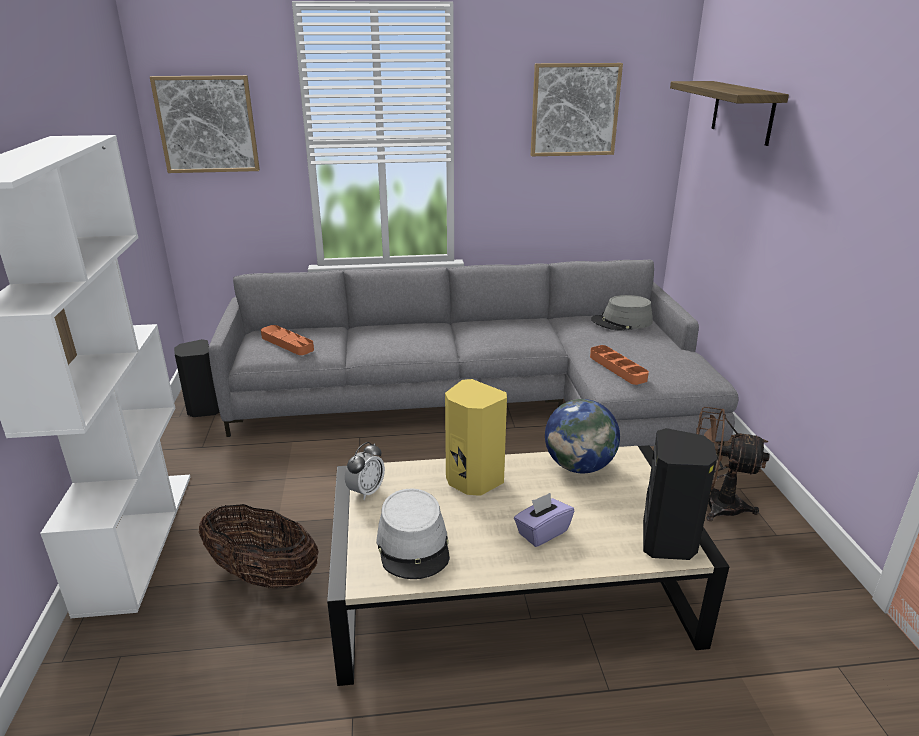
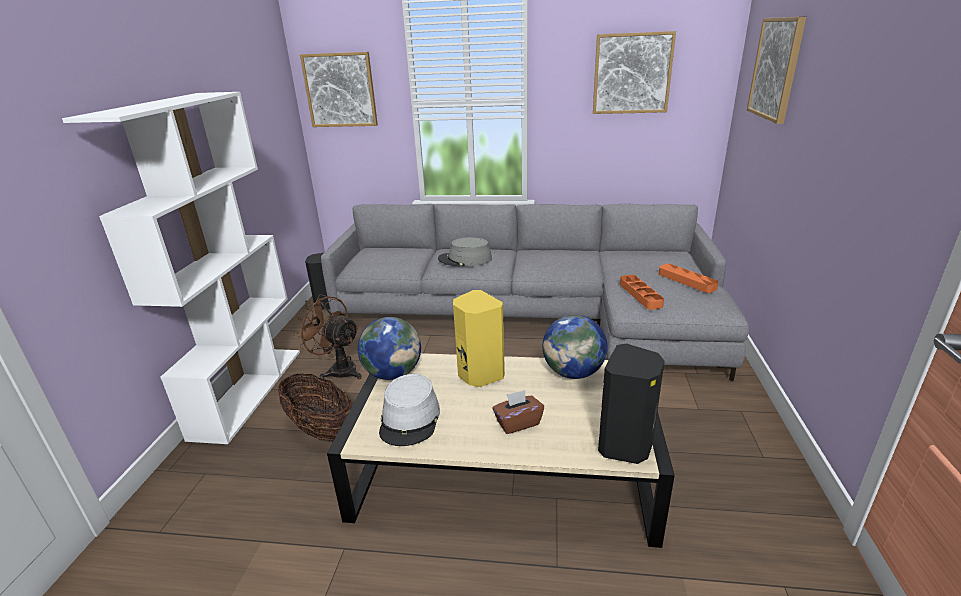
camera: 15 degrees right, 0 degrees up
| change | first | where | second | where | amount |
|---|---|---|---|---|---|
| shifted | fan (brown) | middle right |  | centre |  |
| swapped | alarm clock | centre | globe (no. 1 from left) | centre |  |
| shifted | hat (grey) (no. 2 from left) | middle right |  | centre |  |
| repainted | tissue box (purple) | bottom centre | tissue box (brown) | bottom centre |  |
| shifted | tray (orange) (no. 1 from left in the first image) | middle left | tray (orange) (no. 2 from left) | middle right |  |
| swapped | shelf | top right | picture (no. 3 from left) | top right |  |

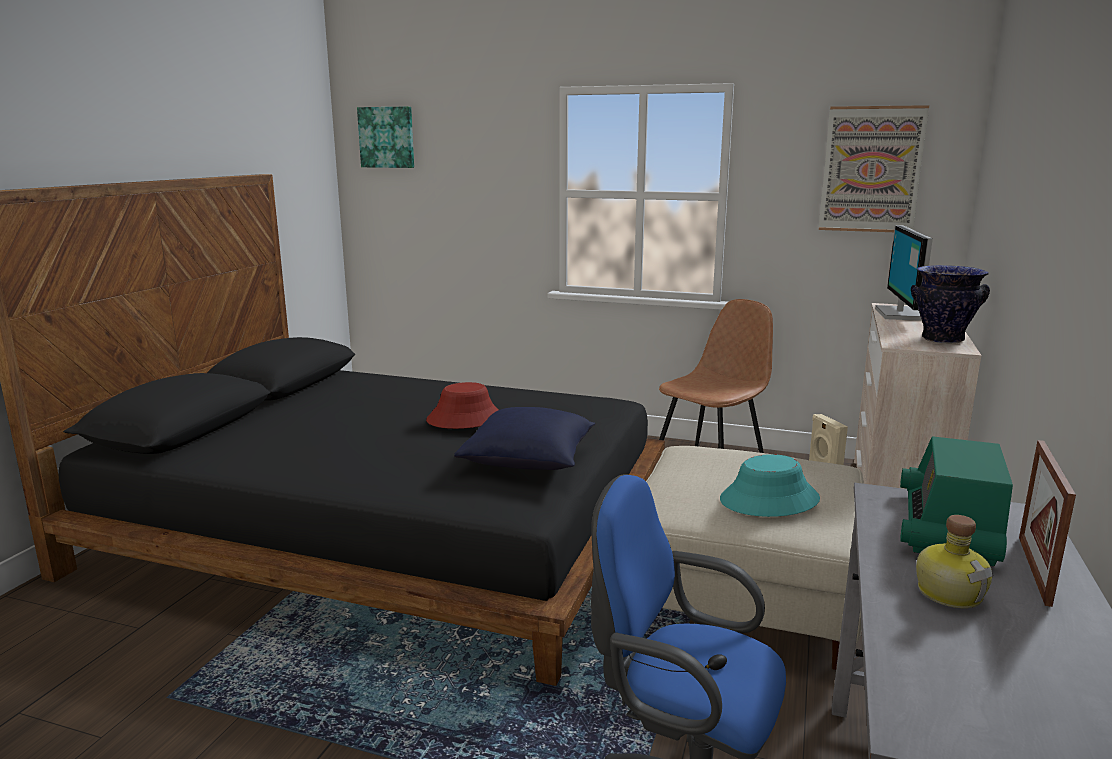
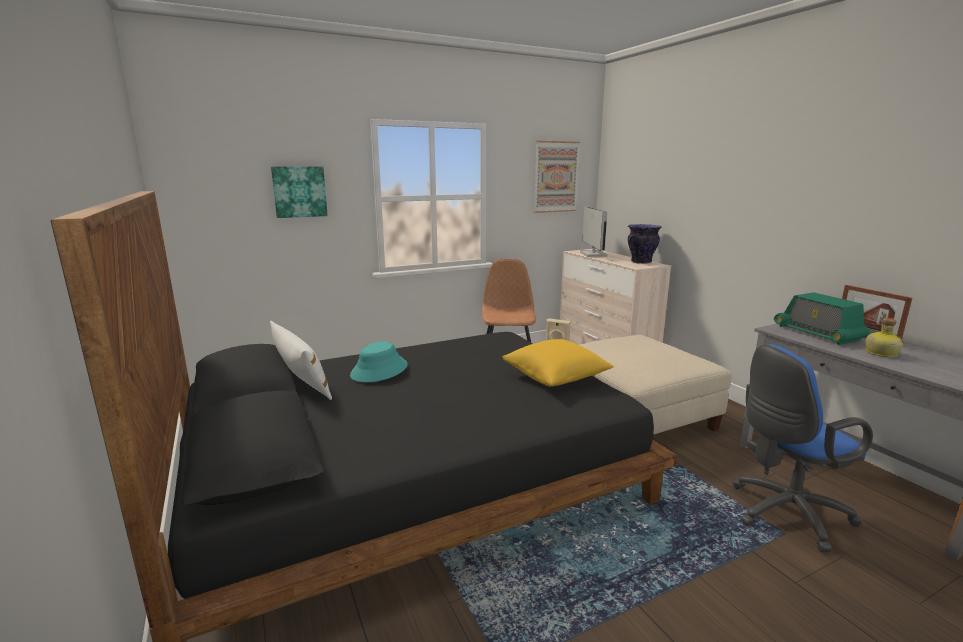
camera: 45 degrees left, 0 degrees up
| change | first | where | second | where | amount |
|---|---|---|---|---|---|
| new |  |  | pillow (white) | middle left |  |
| shifted | picture (no. 1 from left) | top centre |  | top left |  |
| shifted | hat (turquoise) | middle right |  | centre |  |
| repainted | pillow (blue) | centre | pillow (yellow) | centre |  |
| rotated | monitor | middle right |  | centre | 150 degrees counterclockwise |
| gone | hat (red) | centre |  |  |  |

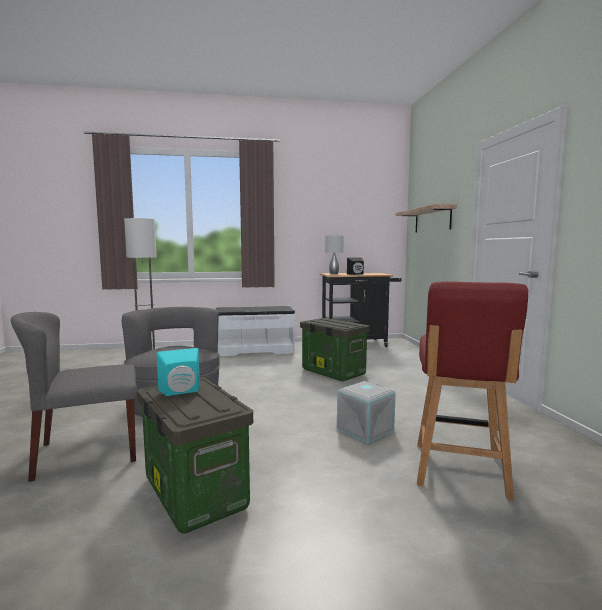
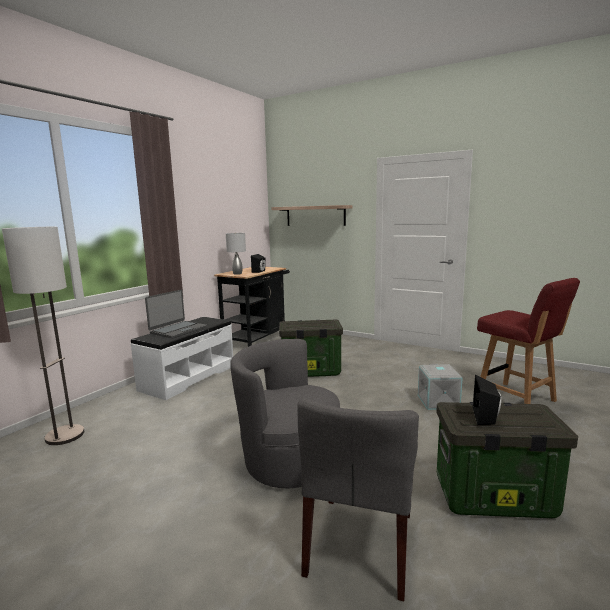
camera: 50 degrees left, 5 degrees up
| change | first | where | second | where | amount |
|---|---|---|---|---|---|
| new |  |  | laptop | middle left |  |
| repainted | speaker (turquoise) | middle left | speaker (black) (no. 2 from left) | middle right |  |

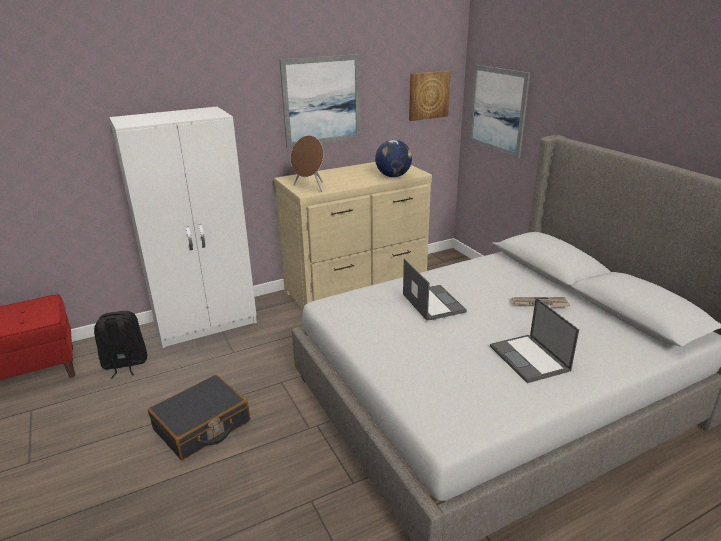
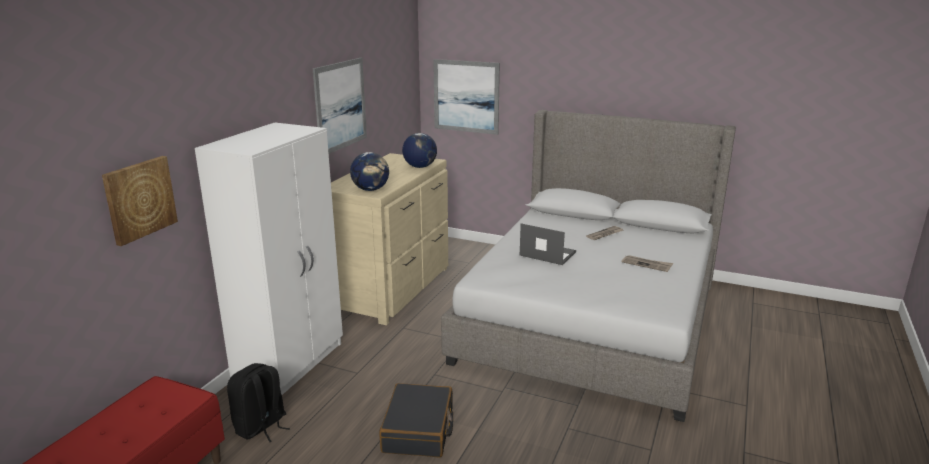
camera: 40 degrees left, 5 degrees down
| change | first | where | second | where | amount |
|---|---|---|---|---|---|
| shifted | picture (no. 2 from left in the first image) | top centre | picture (no. 1 from left) | middle left |  |
| swapped | speaker (brown) | top centre | globe (no. 1 from left) | centre |  |
| swapped | laptop (no. 2 from left) | middle right | newspaper (no. 2 from left) | middle right |  |

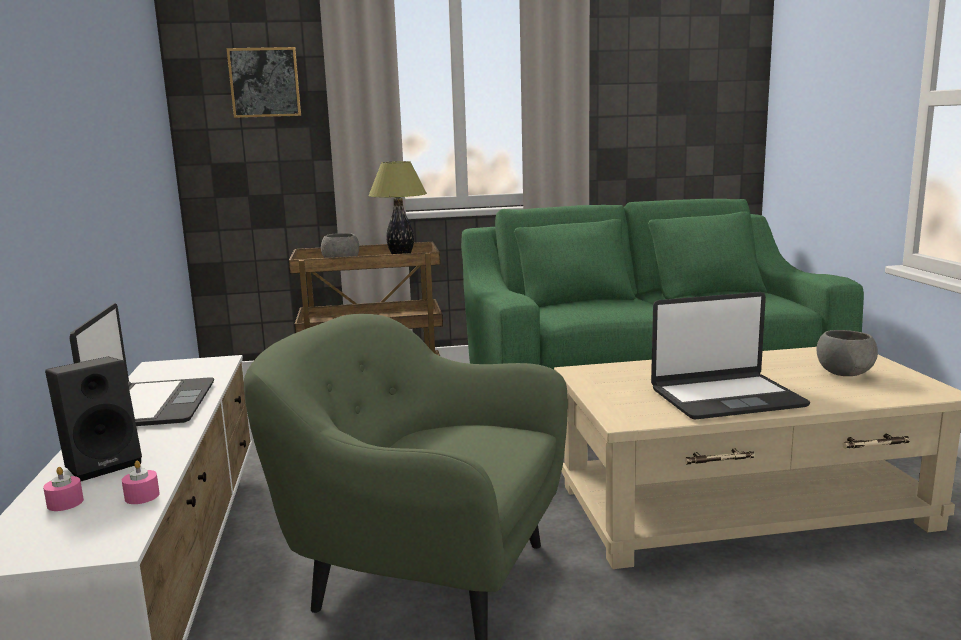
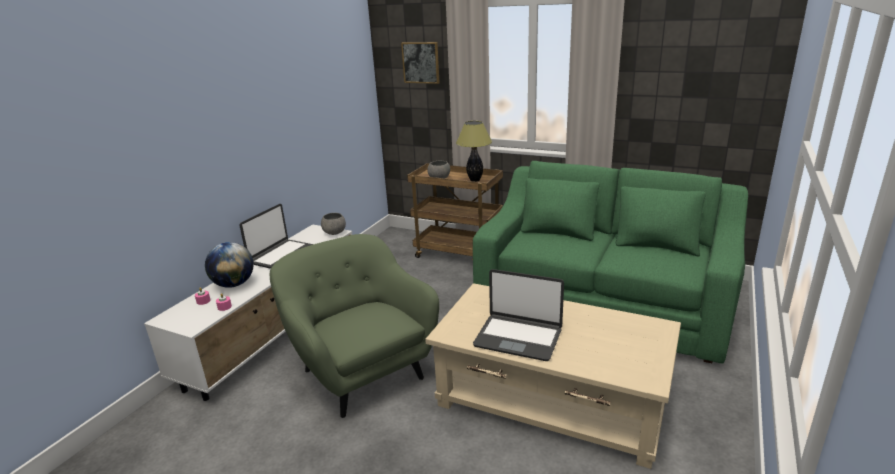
camera: 35 degrees right, 10 degrees up
| change | first | where | second | where | amount |
|---|---|---|---|---|---|
| swapped | speaker (black) | middle left | globe | middle left |  |
| shifted | bowl (grey) (no. 2 from left in the first image) | middle right | bowl (grey) (no. 1 from left) | centre |  |

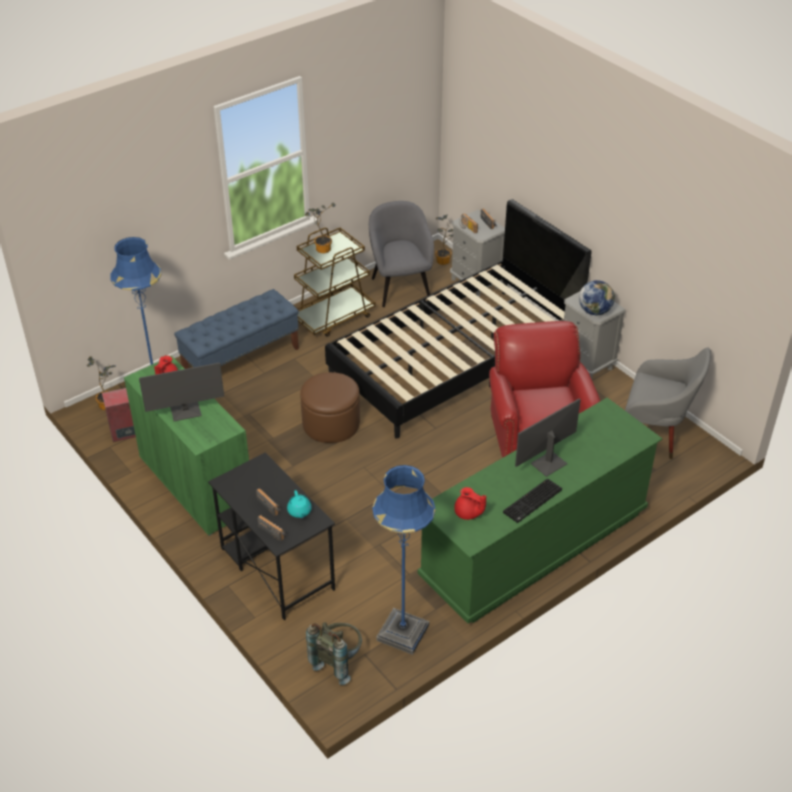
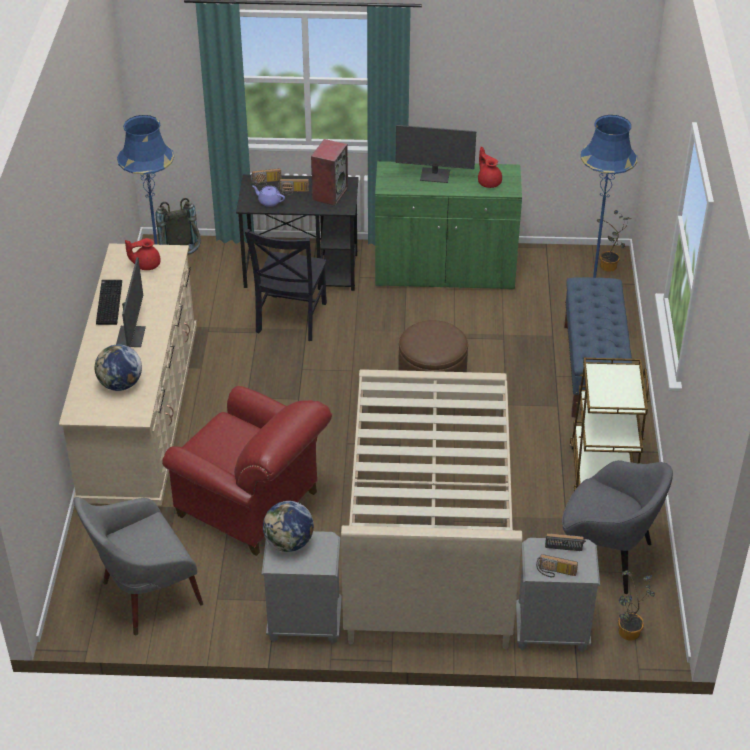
camera: 130 degrees right, 0 degrees up
| change | first | where | second | where | amount |
|---|---|---|---|---|---|
| repainted | dresser (green) | middle right | dresser (beige) | middle left |  |
| new |  |  | globe (no. 1 from left) | middle left |  |
| new |  |  | chair (black) | centre |  |
| repainted | teapot (turquoise) | centre | teapot (purple) | top centre |  |
| shifted | speaker | middle left |  | top centre |  |
| repainted | bed (black) | centre | bed (beige) | bottom centre |  |
| rotated | monitor (no. 1 from left in the first image) | middle left | monitor (no. 2 from left) | top centre | 105 degrees counterclockwise |
| gone | potted plant (no. 2 from left) | top centre |  |  |  |

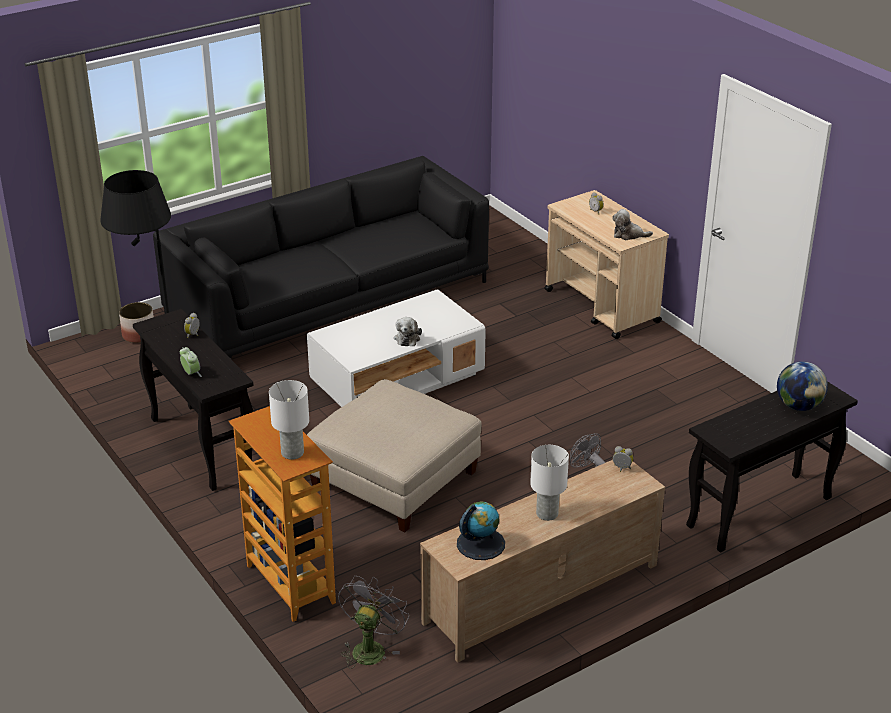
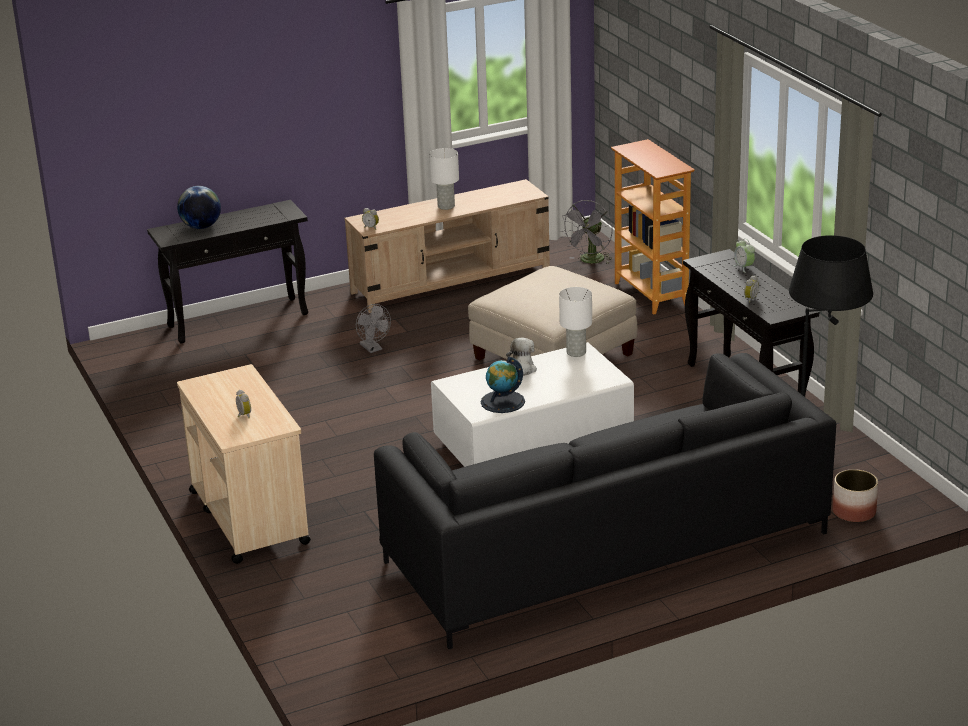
camera: 170 degrees left, 5 degrees down
| change | first | where | second | where | amount |
|---|---|---|---|---|---|
| shifted | globe (no. 1 from left in the first image) | bottom centre | globe (no. 2 from left) | centre |  |
| shifted | table lamp (white) (no. 1 from left in the first image) | middle left | table lamp (white) (no. 2 from left) | centre |  |
| gone | plush toy (no. 2 from left) | top right |  |  |  |

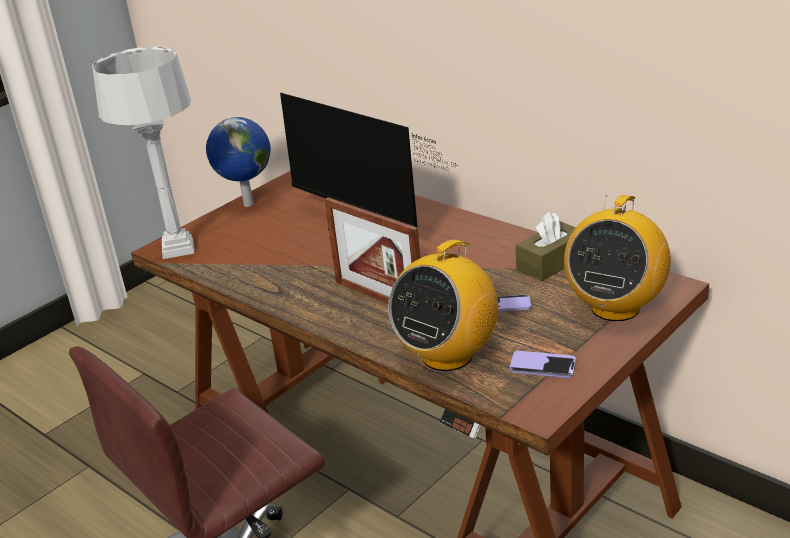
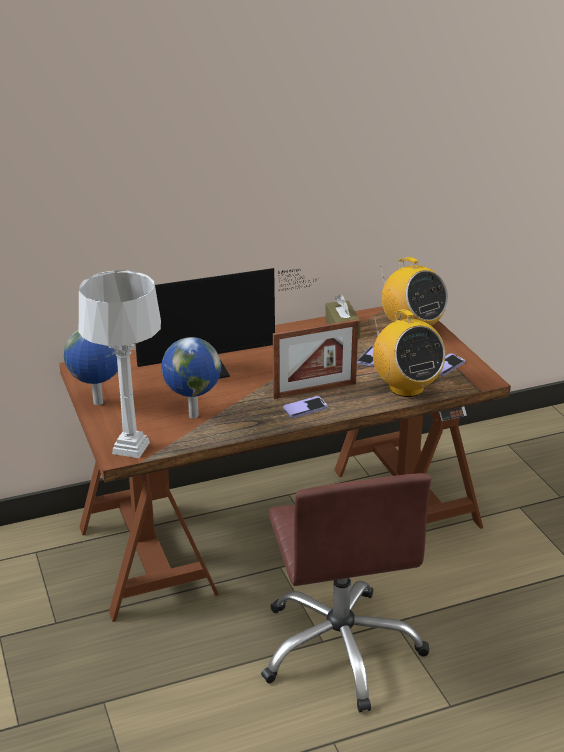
camera: 65 degrees left, 0 degrees up
| change | first | where | second | where | amount |
|---|---|---|---|---|---|
| new |  |  | globe (no. 2 from left) | centre |  |
| new |  |  | phone (no. 1 from left) | centre |  |

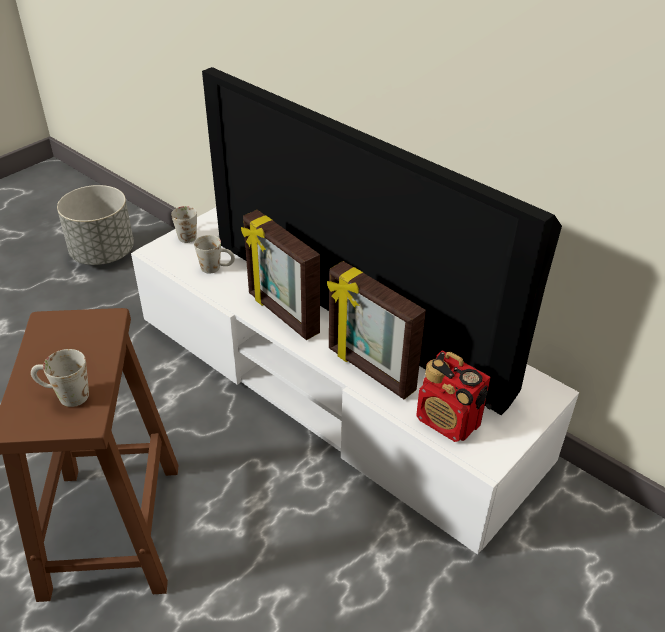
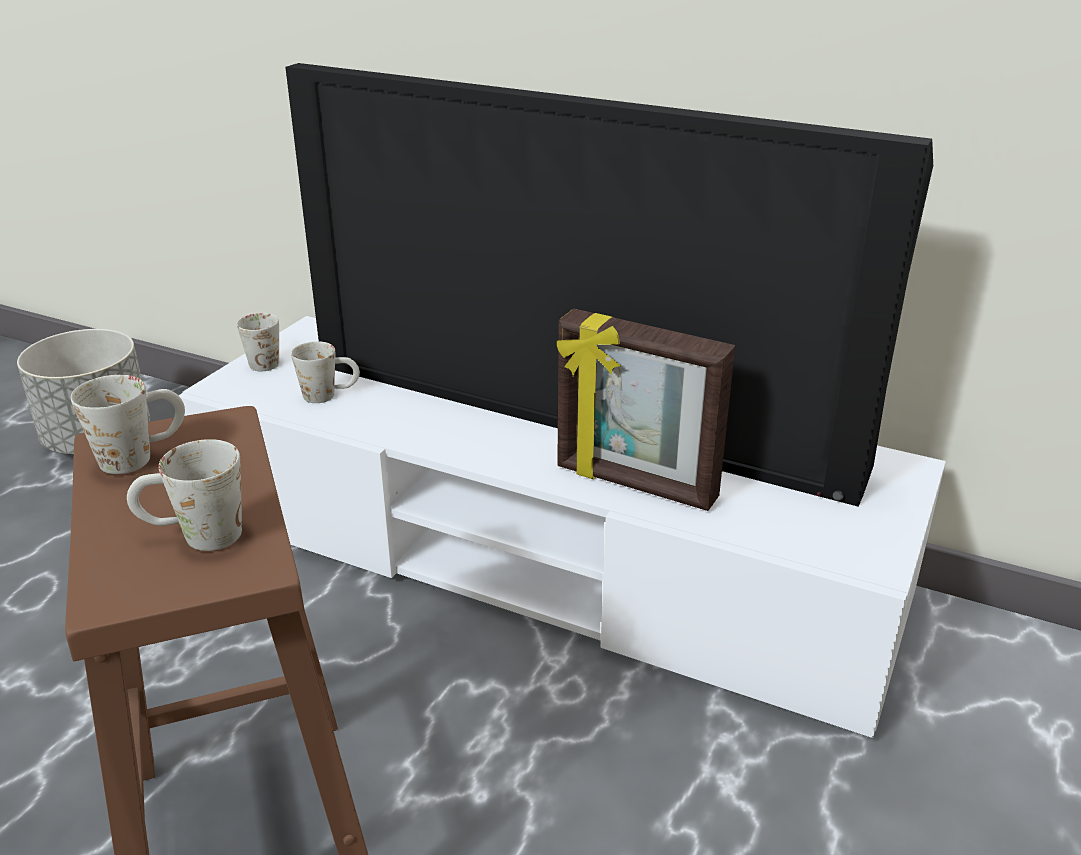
camera: 15 degrees left, 10 degrees down
| change | first | where | second | where | amount |
|---|---|---|---|---|---|
| new |  |  | mug (white) (no. 1 from left) | middle left |  |
| gone | picture frame (no. 1 from left) | centre |  |  |  |
| gone | radio | middle right |  |  |  |

